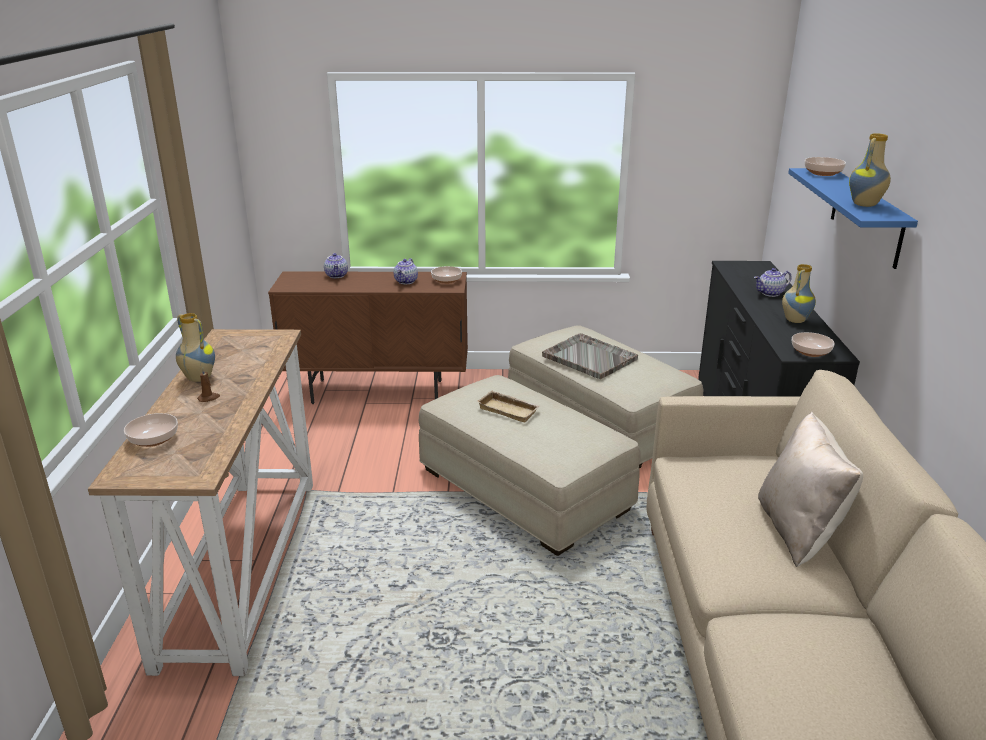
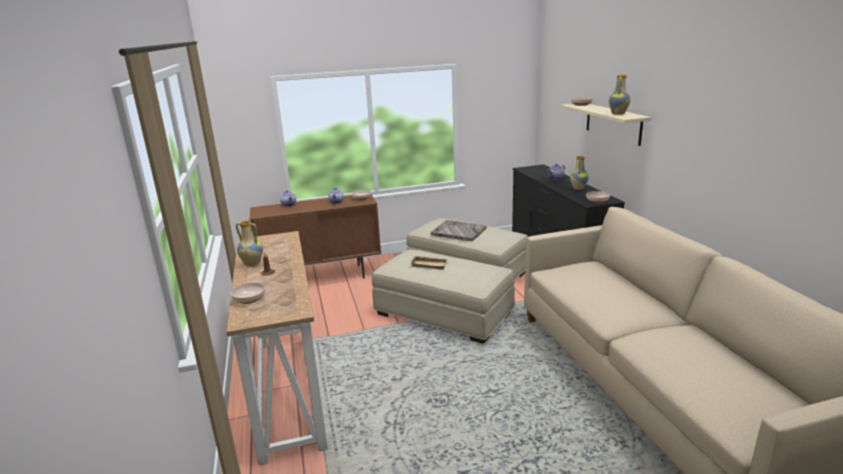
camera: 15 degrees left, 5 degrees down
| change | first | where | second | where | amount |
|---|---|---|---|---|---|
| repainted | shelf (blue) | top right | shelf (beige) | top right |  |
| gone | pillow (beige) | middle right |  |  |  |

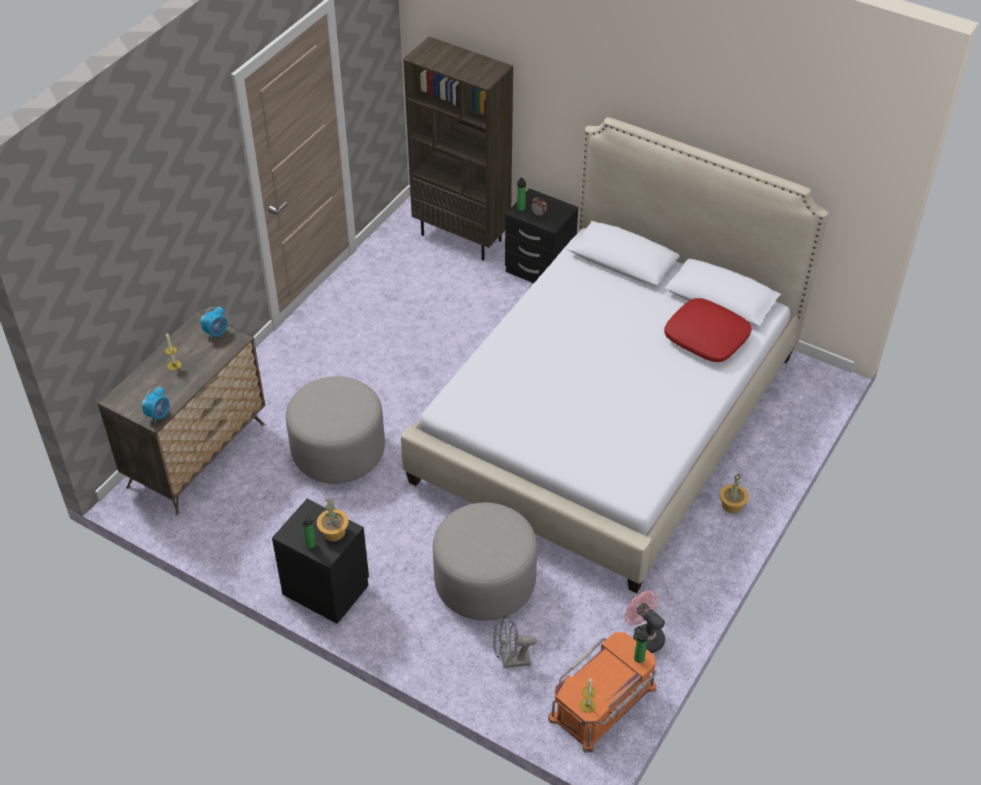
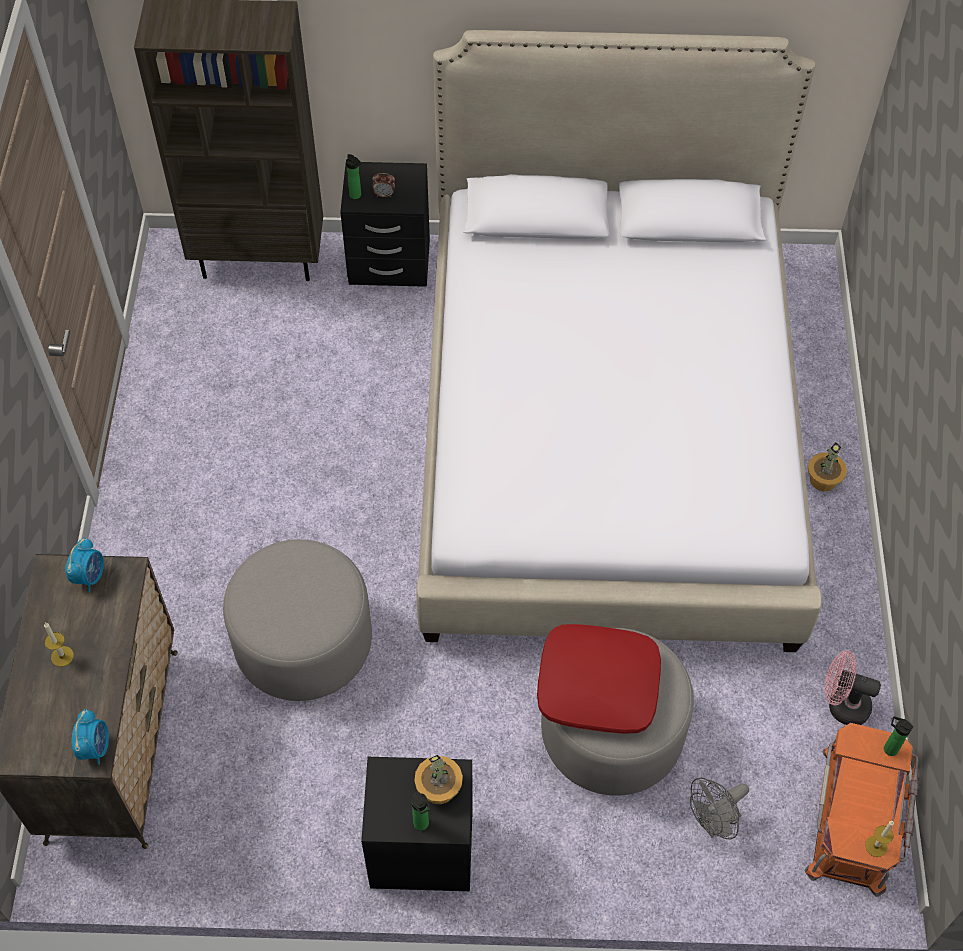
camera: 30 degrees left, 10 degrees up
| change | first | where | second | where | amount |
|---|---|---|---|---|---|
| shifted | pillow (red) | middle right |  | bottom centre |  |

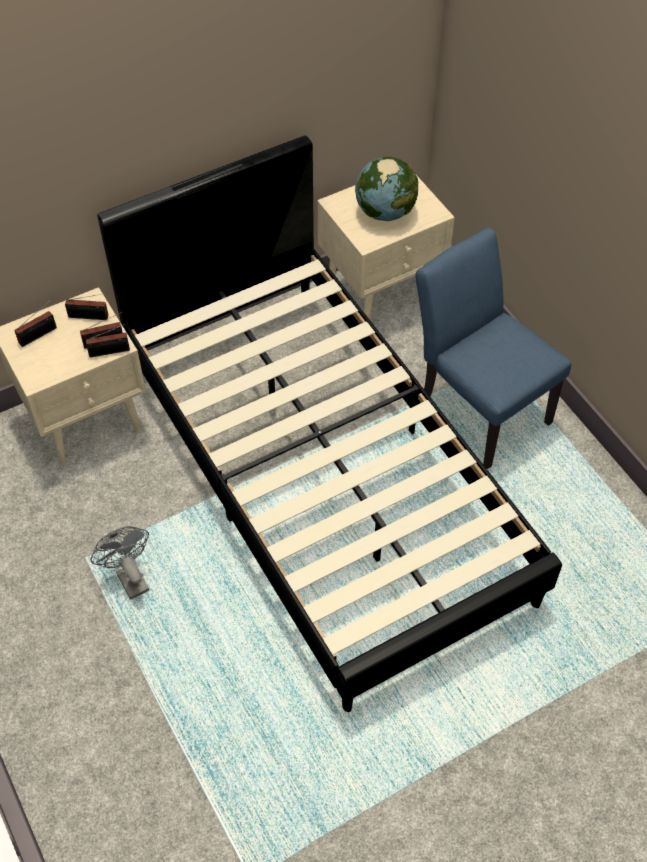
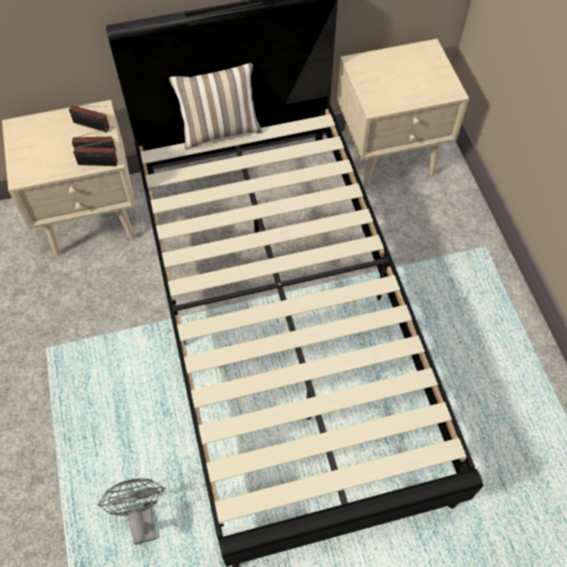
camera: 15 degrees right, 5 degrees up
| change | first | where | second | where | amount |
|---|---|---|---|---|---|
| shifted | fan (grey) | middle left |  | bottom left |  |
| new |  |  | pillow | top centre |  |
| gone | radio (no. 1 from left) | middle left |  |  |  |
| gone | globe | top centre |  |  |  |
| gone | chair (blue) | middle right |  |  |  |

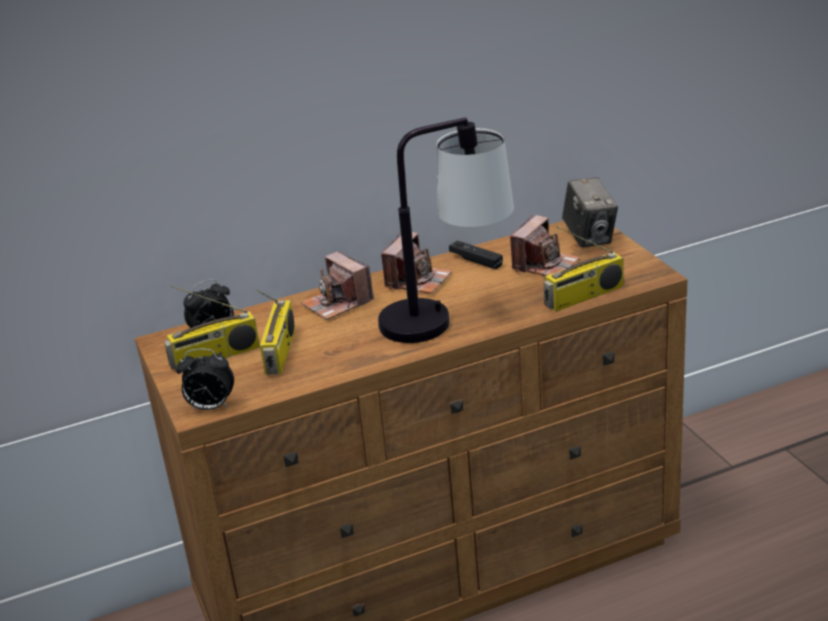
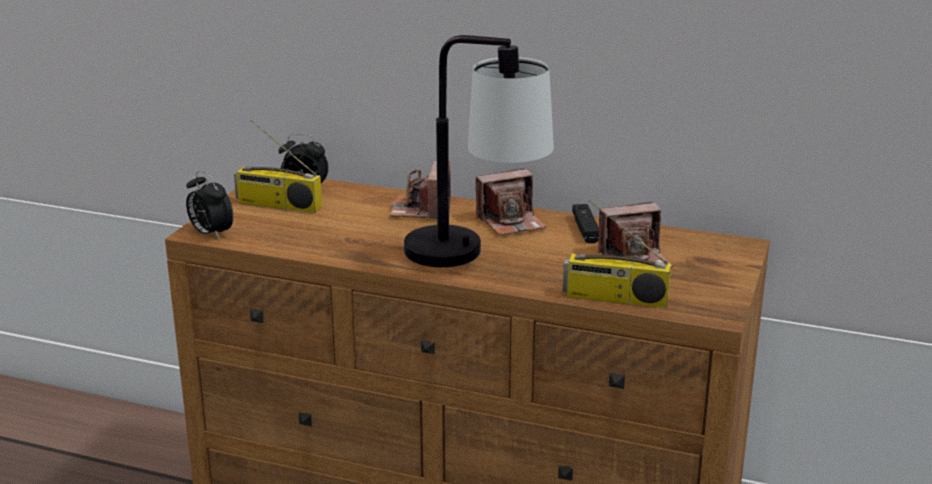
camera: 40 degrees right, 5 degrees down
| change | first | where | second | where | amount |
|---|---|---|---|---|---|
| gone | radio (no. 2 from left) | middle left |  |  |  |
| gone | photo camera (no. 4 from left) | middle right |  |  |  |

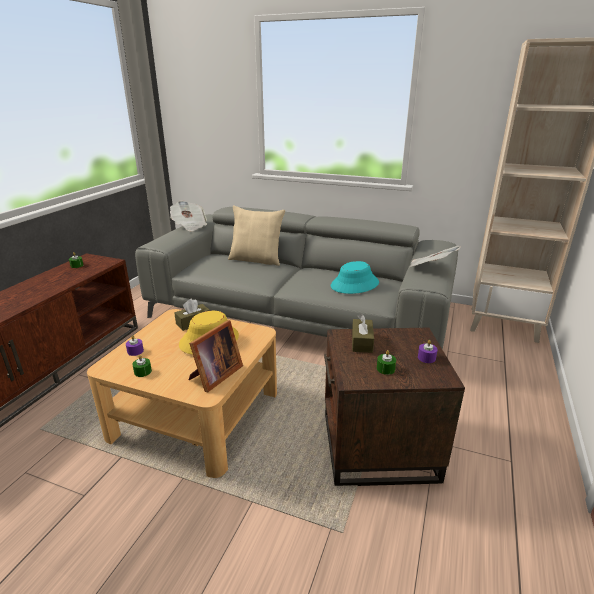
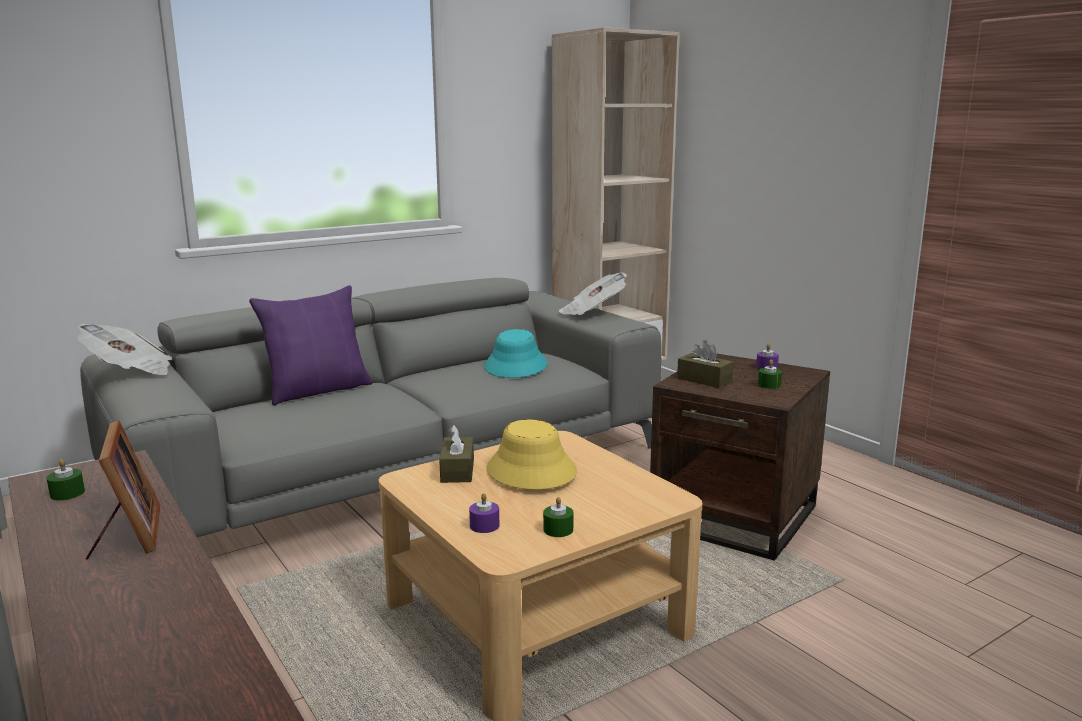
camera: 55 degrees left, 10 degrees down
| change | first | where | second | where | amount |
|---|---|---|---|---|---|
| shifted | picture frame | centre |  | bottom left |  |
| repainted | pillow (beige) | centre | pillow (purple) | middle left |  |

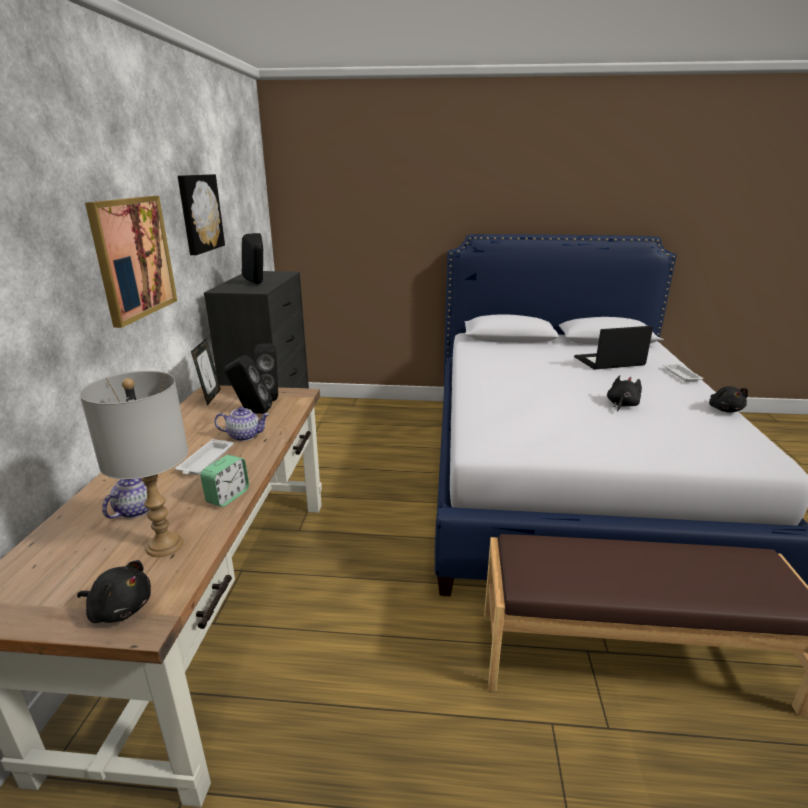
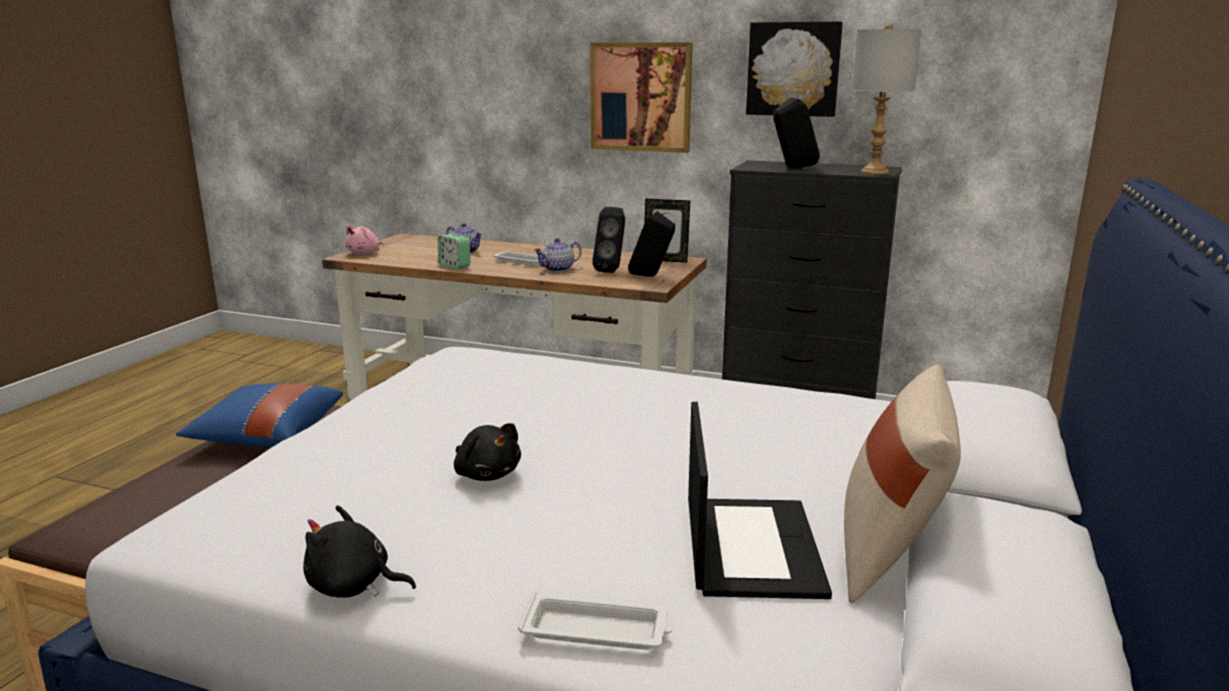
camera: 105 degrees right, 5 degrees down
| change | first | where | second | where | amount |
|---|---|---|---|---|---|
| new |  |  | pillow (blue) | middle left |  |
| repainted | plush toy (black) (no. 1 from left) | bottom left | plush toy (pink) | middle left |  |
| rotated | teapot (no. 2 from left) | middle left |  | centre | 45 degrees clockwise |
| new |  |  | pillow (beige) | bottom right |  |
| shifted | table lamp (grey) | middle left |  | top right |  |

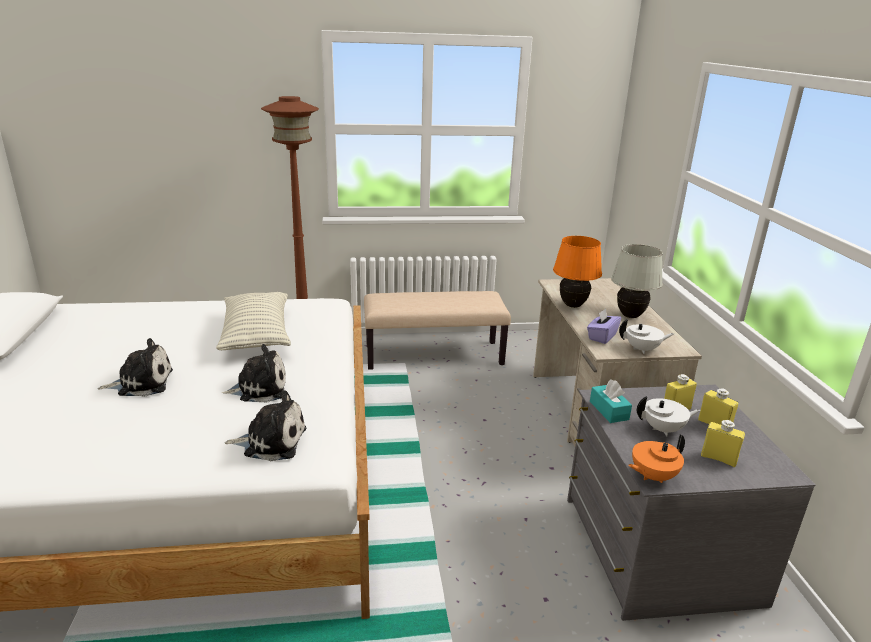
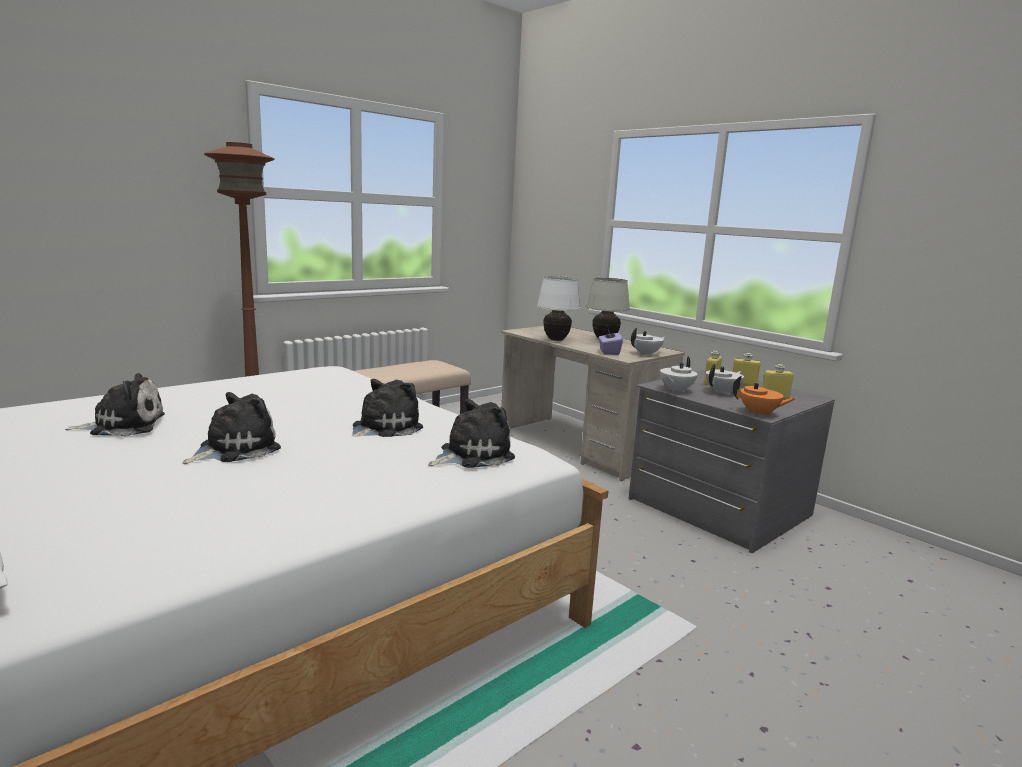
camera: 35 degrees left, 10 degrees down
| change | first | where | second | where | amount |
|---|---|---|---|---|---|
| new |  |  | plush toy (no. 1 from left) | middle left |  |
| repainted | table lamp (orange) | centre | table lamp (white) (no. 1 from left) | centre |  |
| swapped | tissue box (turquoise) | middle right | teapot (white) (no. 2 from left) | centre |  |
| rotated | teapot (orange) | bottom right |  | middle right | 90 degrees counterclockwise |
| gone | pillow | middle left |  |  |  |

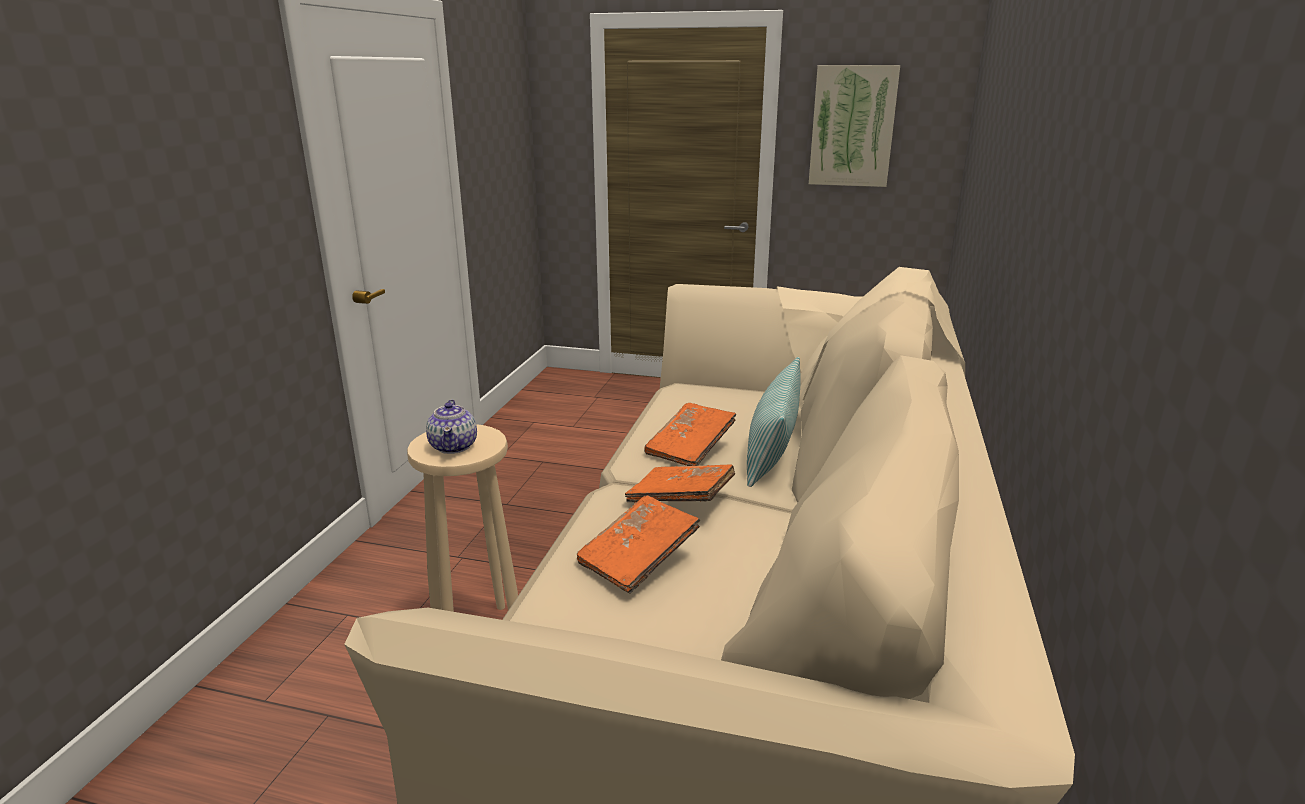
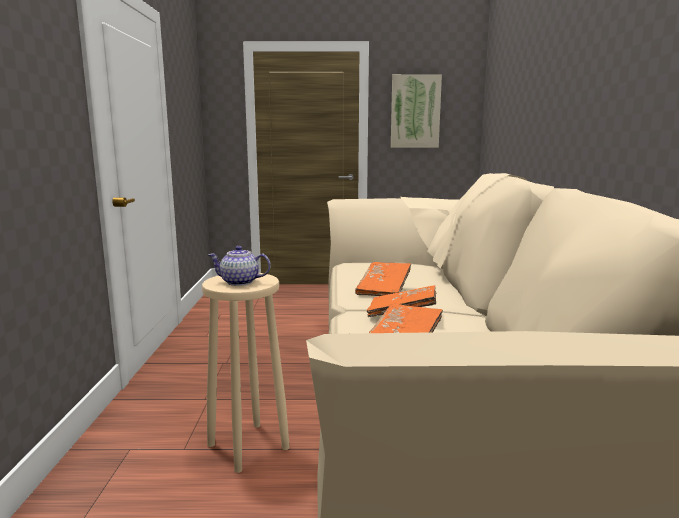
camera: 15 degrees left, 10 degrees down
| change | first | where | second | where | amount |
|---|---|---|---|---|---|
| rotated | teapot | centre |  | centre | 120 degrees clockwise |
| gone | pillow | centre |  |  |  |

